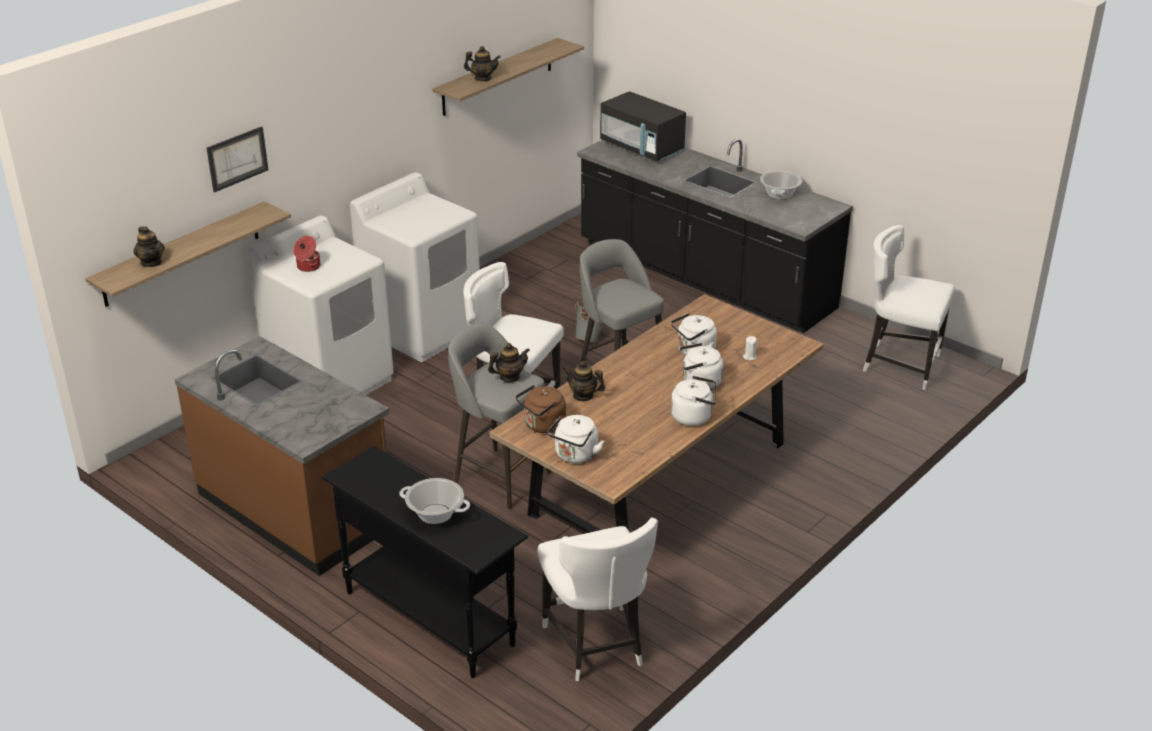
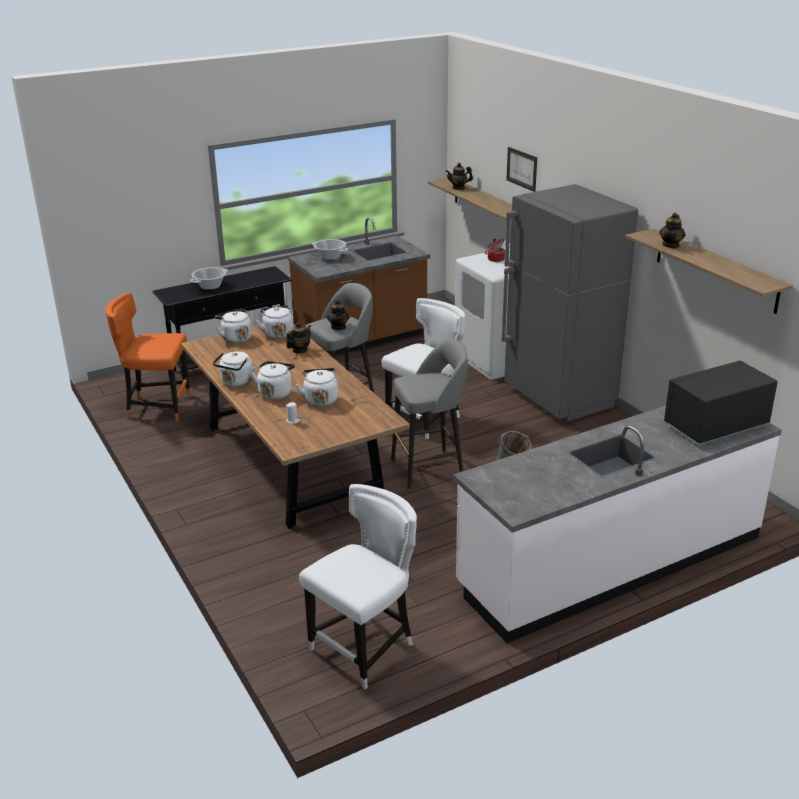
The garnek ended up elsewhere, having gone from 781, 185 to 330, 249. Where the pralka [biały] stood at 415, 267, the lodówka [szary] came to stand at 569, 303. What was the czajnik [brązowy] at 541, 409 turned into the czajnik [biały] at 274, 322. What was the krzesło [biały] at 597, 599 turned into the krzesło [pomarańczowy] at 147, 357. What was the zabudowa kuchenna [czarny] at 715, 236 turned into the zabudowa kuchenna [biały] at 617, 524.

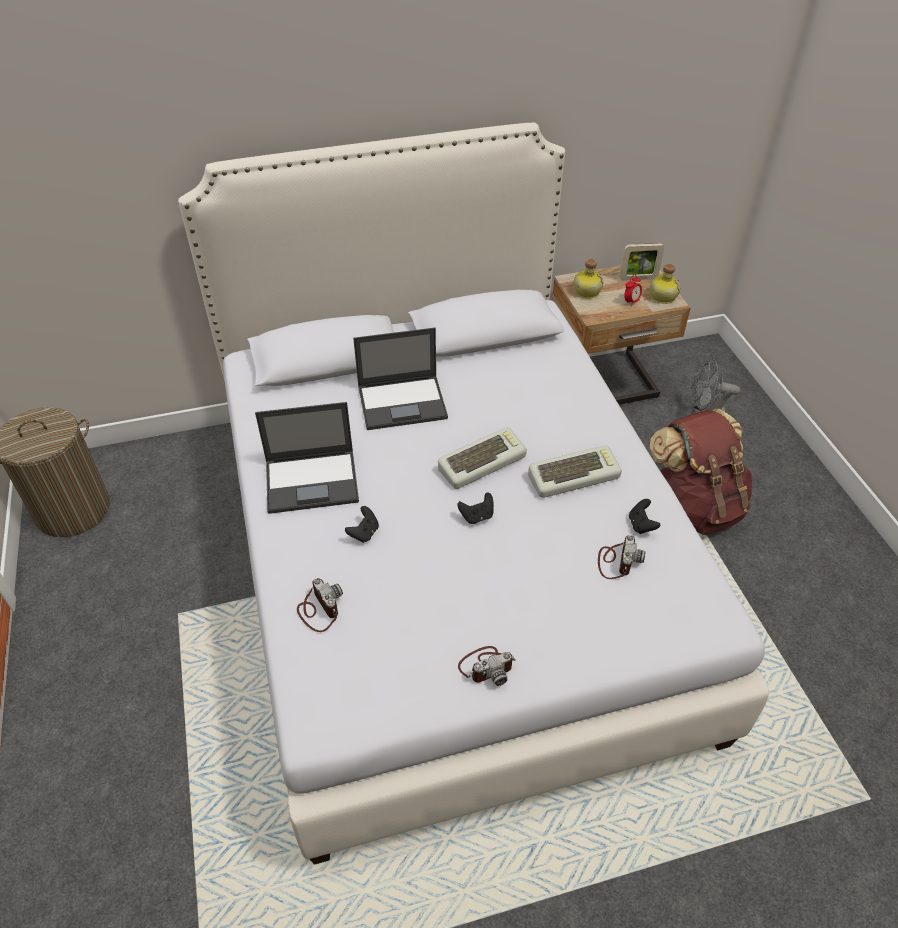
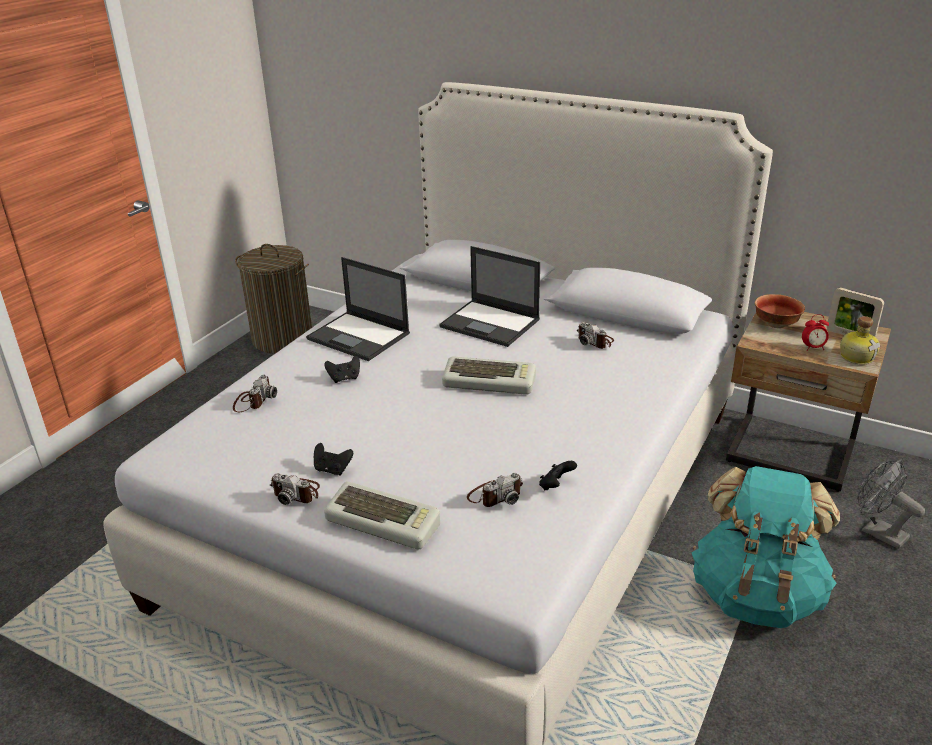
The second view gained the aparat fotograficzny at 595, 335. The pad do gier [czarny] ended up elsewhere, having gone from 475, 508 to 333, 459. The klawiatura ended up elsewhere, having gone from 575, 471 to 382, 515. Where the butelka stood at 588, 278, the miska came to stand at 780, 311. What was the plecak [brązowy] at 701, 472 turned into the plecak [turkusowy] at 765, 547.

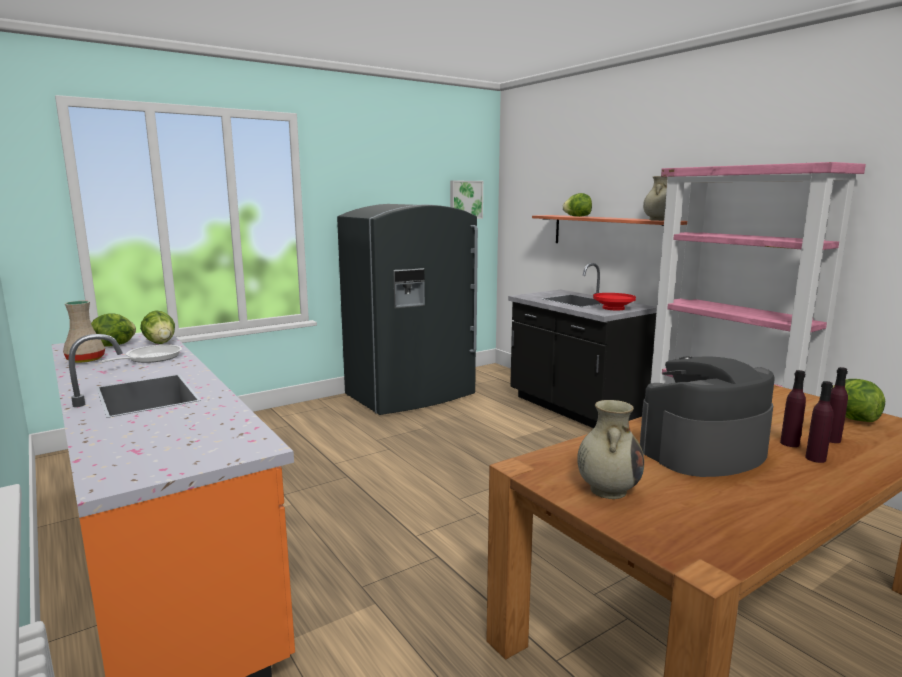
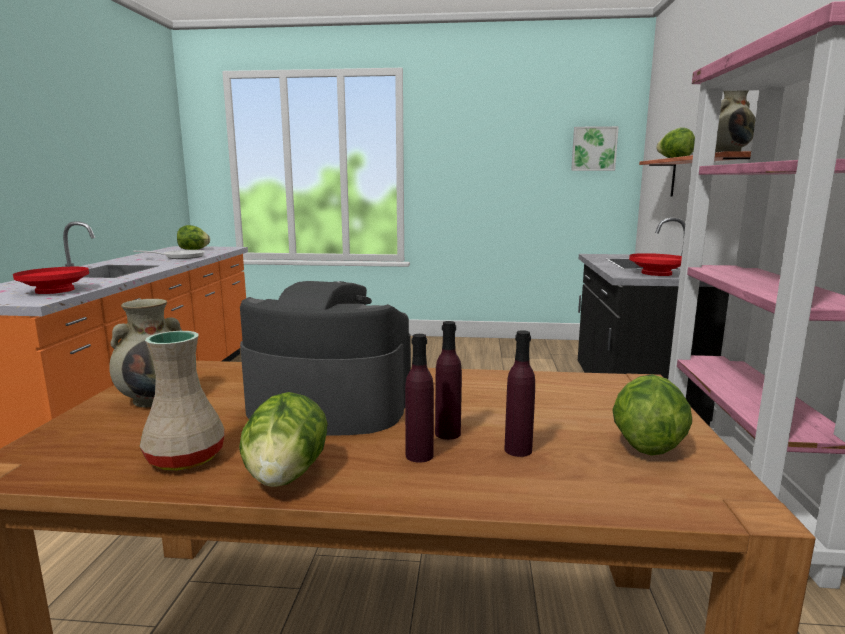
The second view lost the lodówka [szary] at 407, 309. The second view gained the miska [czerwony] at 51, 280. The wazon [beżowy] ended up elsewhere, having gone from 84, 332 to 182, 401. The sałata ended up elsewhere, having gone from 157, 327 to 283, 439.

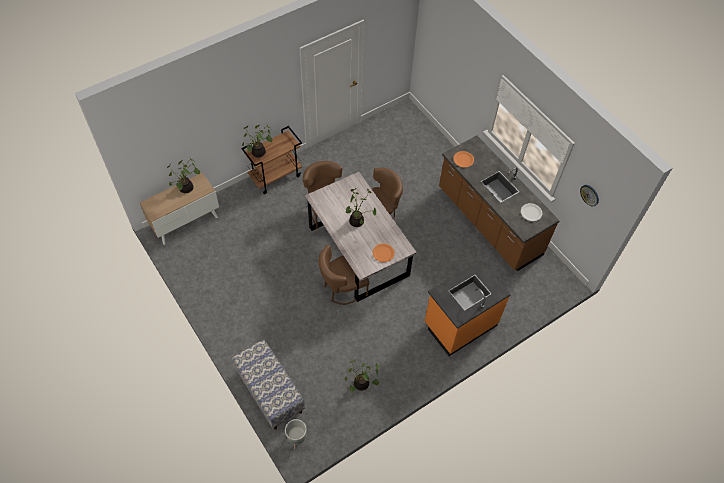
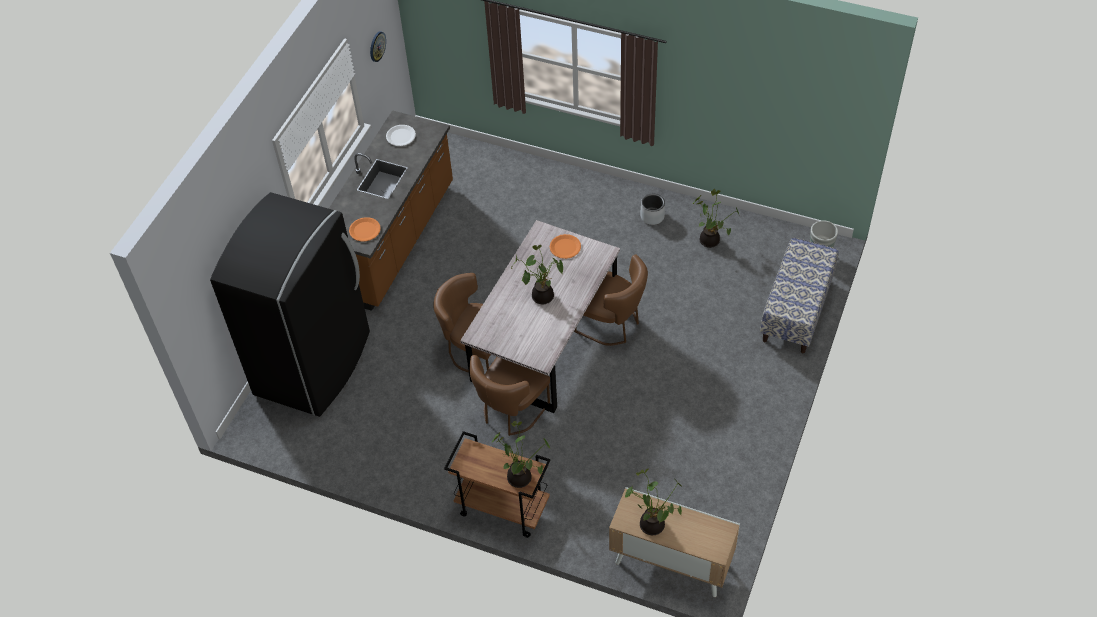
The second view lost the zabudowa kuchenna [pomarańczowy] at 468, 308. The second view gained the lodówka [czarny] at 290, 304. The second view gained the donica [szary] at 652, 209.

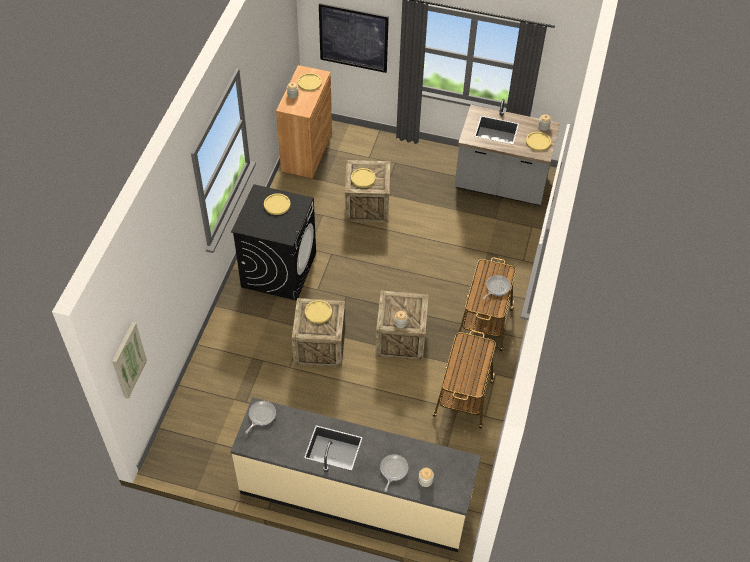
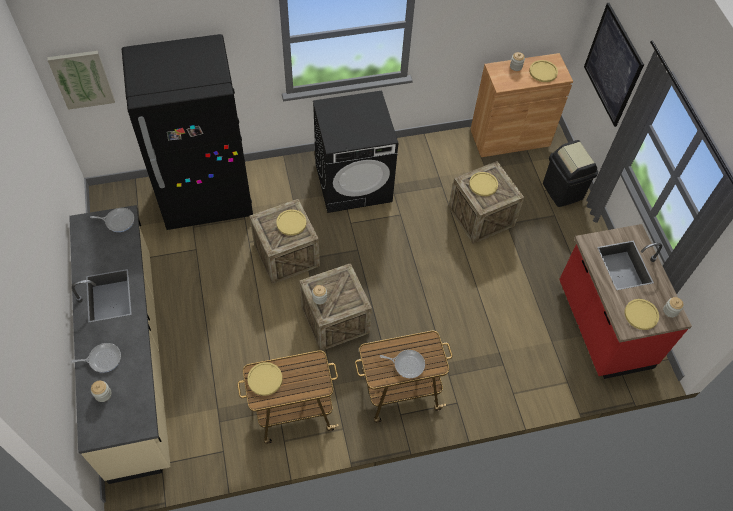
The second view gained the lodówka [czarny] at 187, 132. The second view gained the kosz na śmieci [czarny] at 570, 173. The talerz [żółty] ended up elsewhere, having gone from 277, 204 to 265, 379. What was the zabudowa kuchenna [szary] at 507, 152 turned into the zabudowa kuchenna [czerwony] at 625, 301.

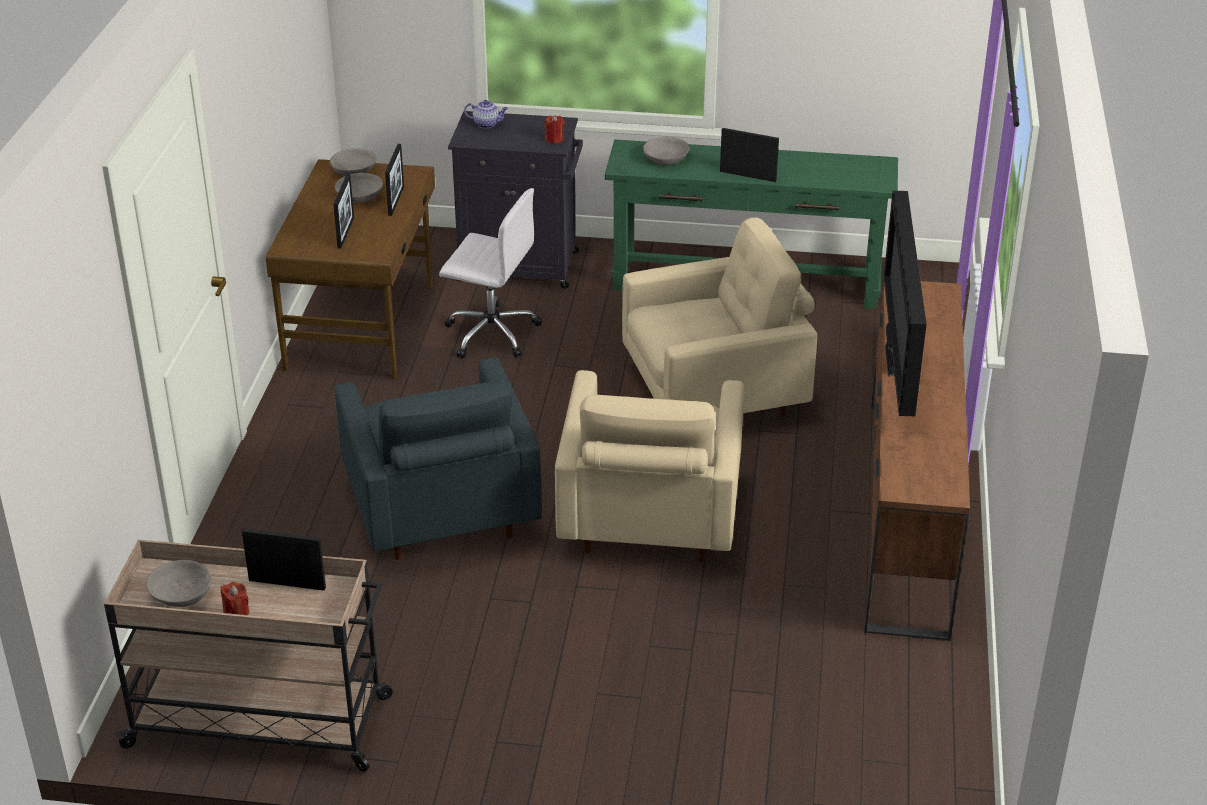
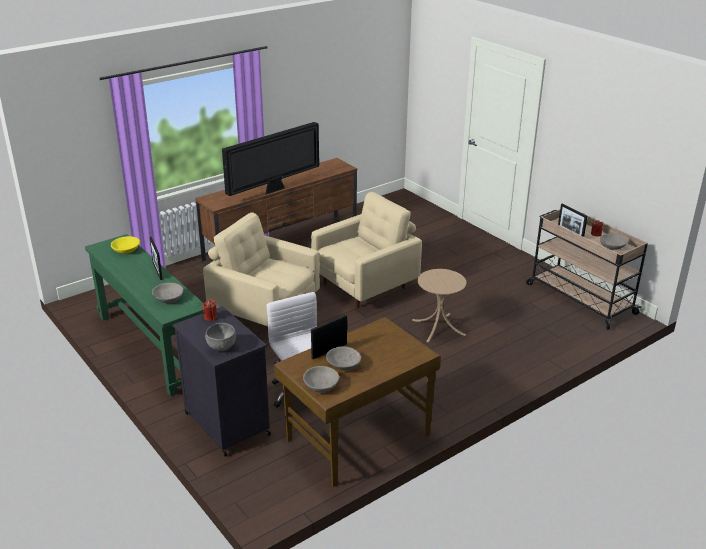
The second view lost the ramka na zdjęcie at 343, 211. The second view gained the miska [żółty] at 125, 245. Where the fotel [szary] stood at 438, 459, the stolik [beżowy] came to stand at 439, 305. Where the imbryk stood at 486, 114, the miska [szary] came to stand at 220, 337.

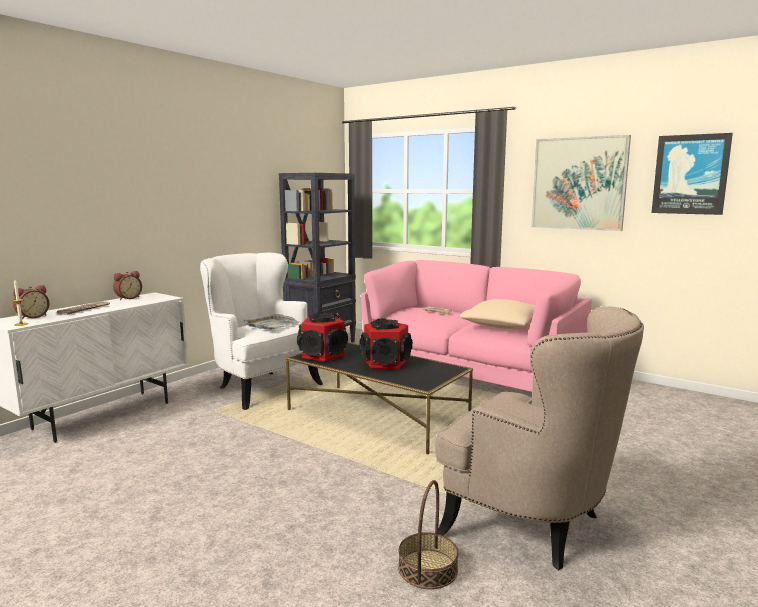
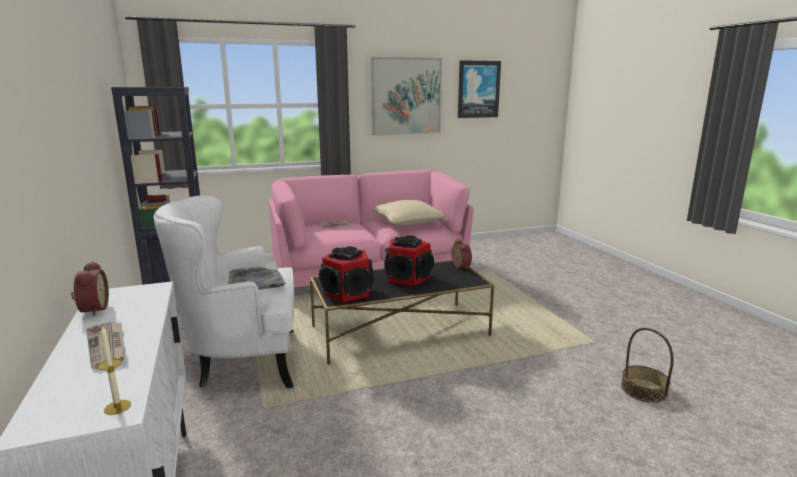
The second view lost the fotel [beżowy] at 539, 438. The budzik ended up elsewhere, having gone from 31, 302 to 461, 254.

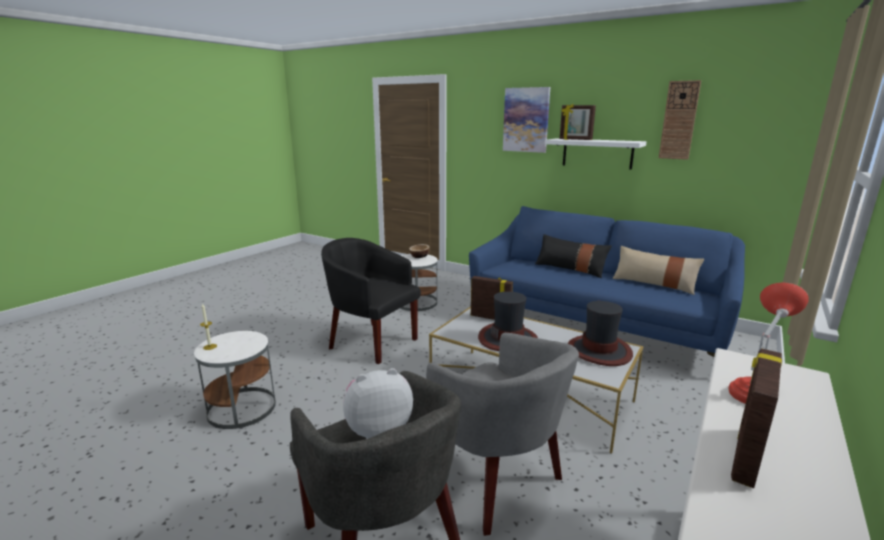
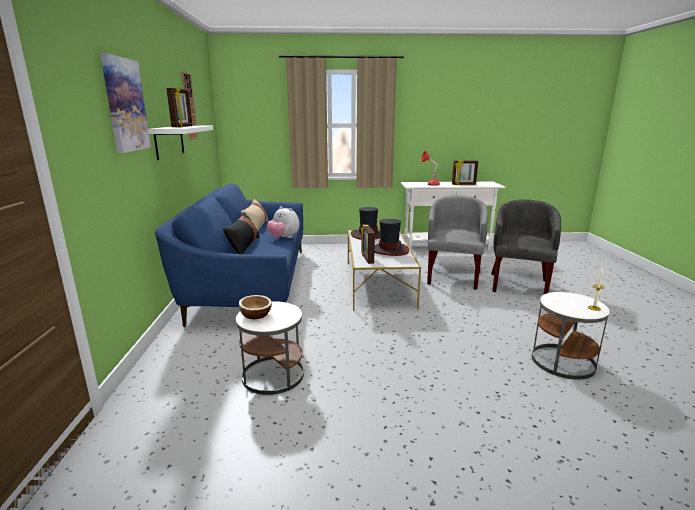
The second view lost the fotel [czarny] at 371, 301. The pluszak ended up elsewhere, having gone from 378, 403 to 283, 222.

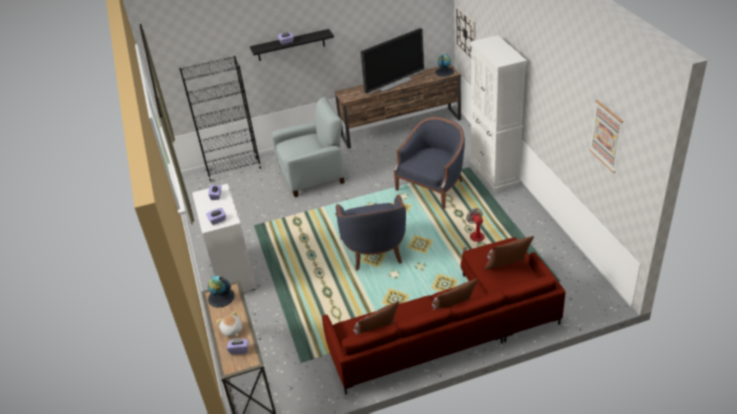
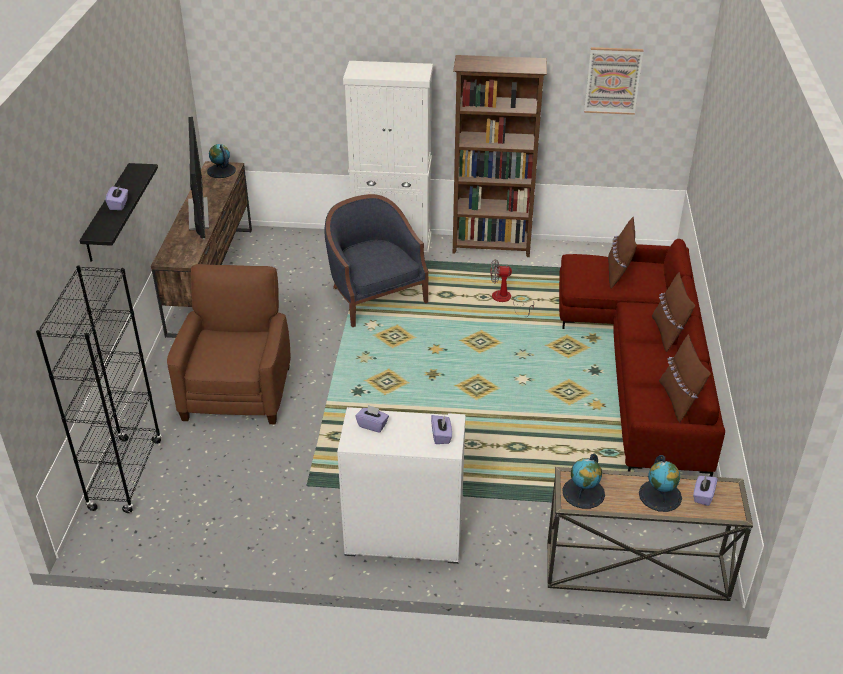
The second view lost the fotel [niebieski] at 371, 232. The second view lost the zegar ścienny at 465, 33. The second view gained the regał [brązowy] at 500, 156. Where the pluszak stood at 229, 324, the globus came to stand at 660, 483. What was the fotel [szary] at 308, 147 turned into the fotel [brązowy] at 229, 344.

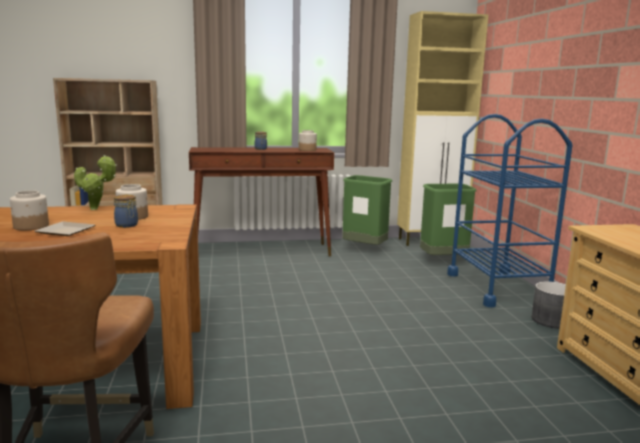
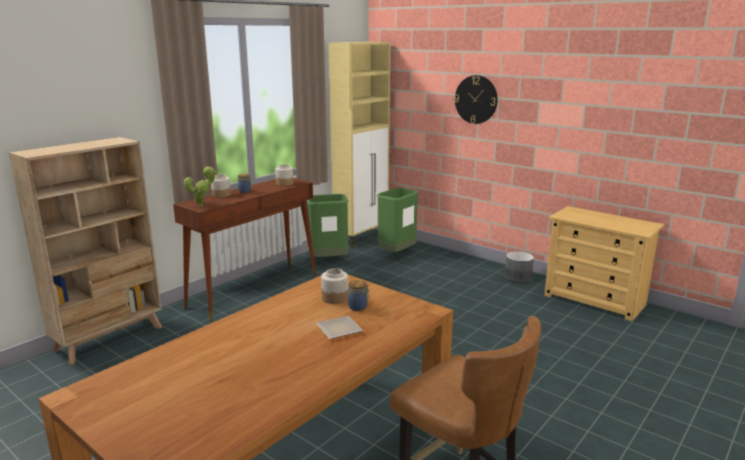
The second view lost the wózek [niebieski] at 510, 210. The second view gained the zegar ścienny at 476, 99. The słoik ended up elsewhere, having gone from 29, 210 to 221, 186. The roślina doniczkowa ended up elsewhere, having gone from 95, 182 to 200, 186.

